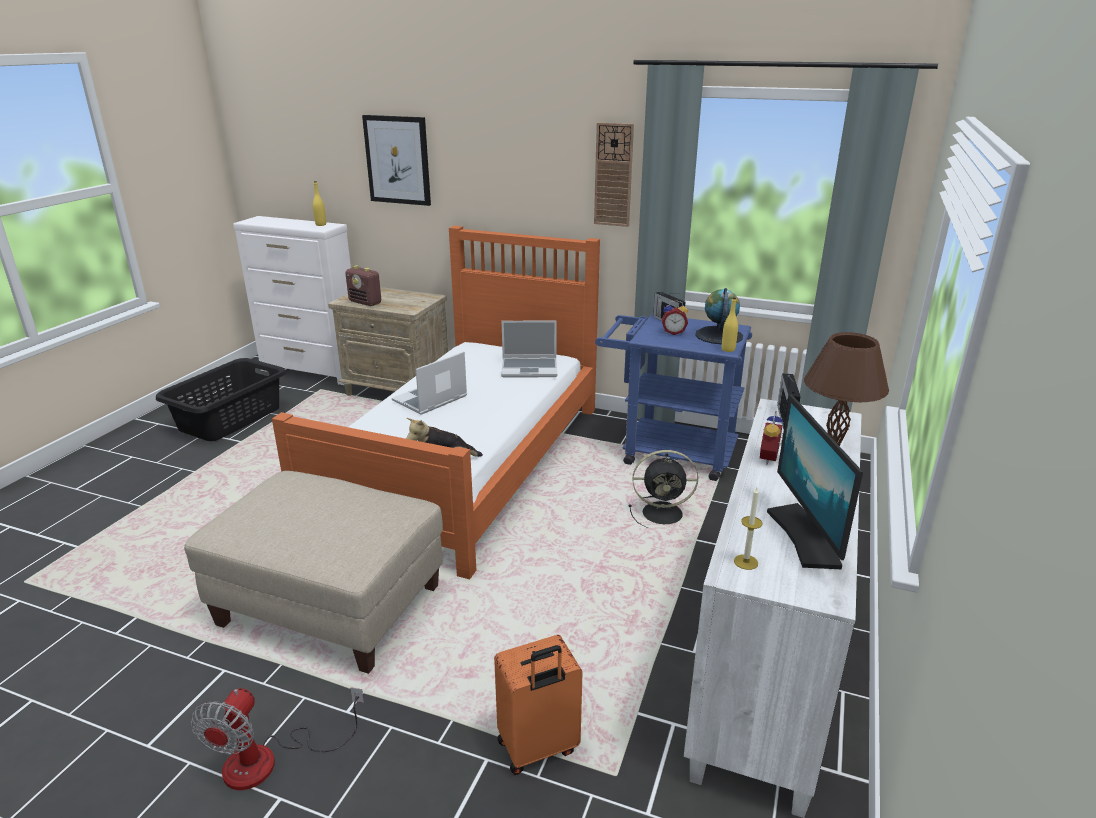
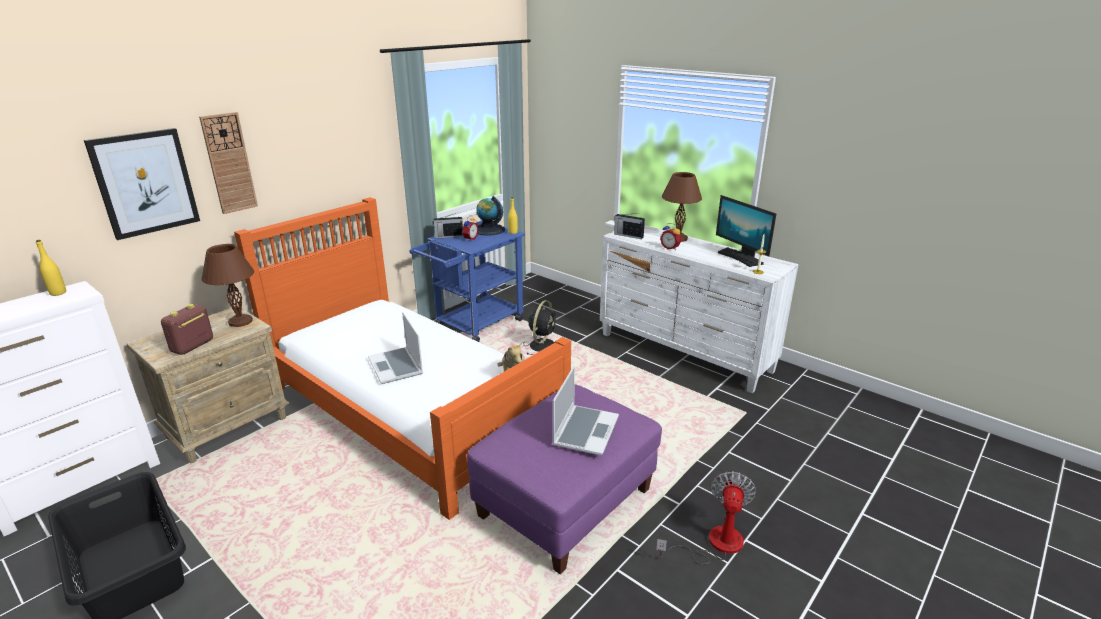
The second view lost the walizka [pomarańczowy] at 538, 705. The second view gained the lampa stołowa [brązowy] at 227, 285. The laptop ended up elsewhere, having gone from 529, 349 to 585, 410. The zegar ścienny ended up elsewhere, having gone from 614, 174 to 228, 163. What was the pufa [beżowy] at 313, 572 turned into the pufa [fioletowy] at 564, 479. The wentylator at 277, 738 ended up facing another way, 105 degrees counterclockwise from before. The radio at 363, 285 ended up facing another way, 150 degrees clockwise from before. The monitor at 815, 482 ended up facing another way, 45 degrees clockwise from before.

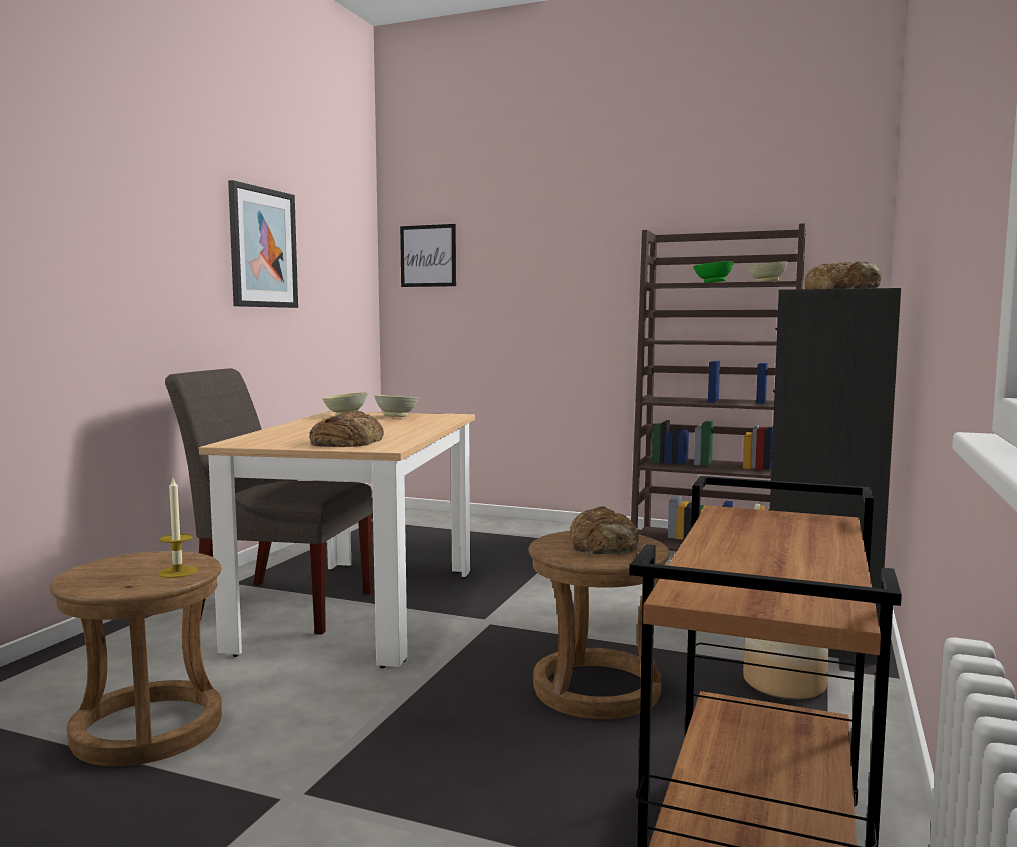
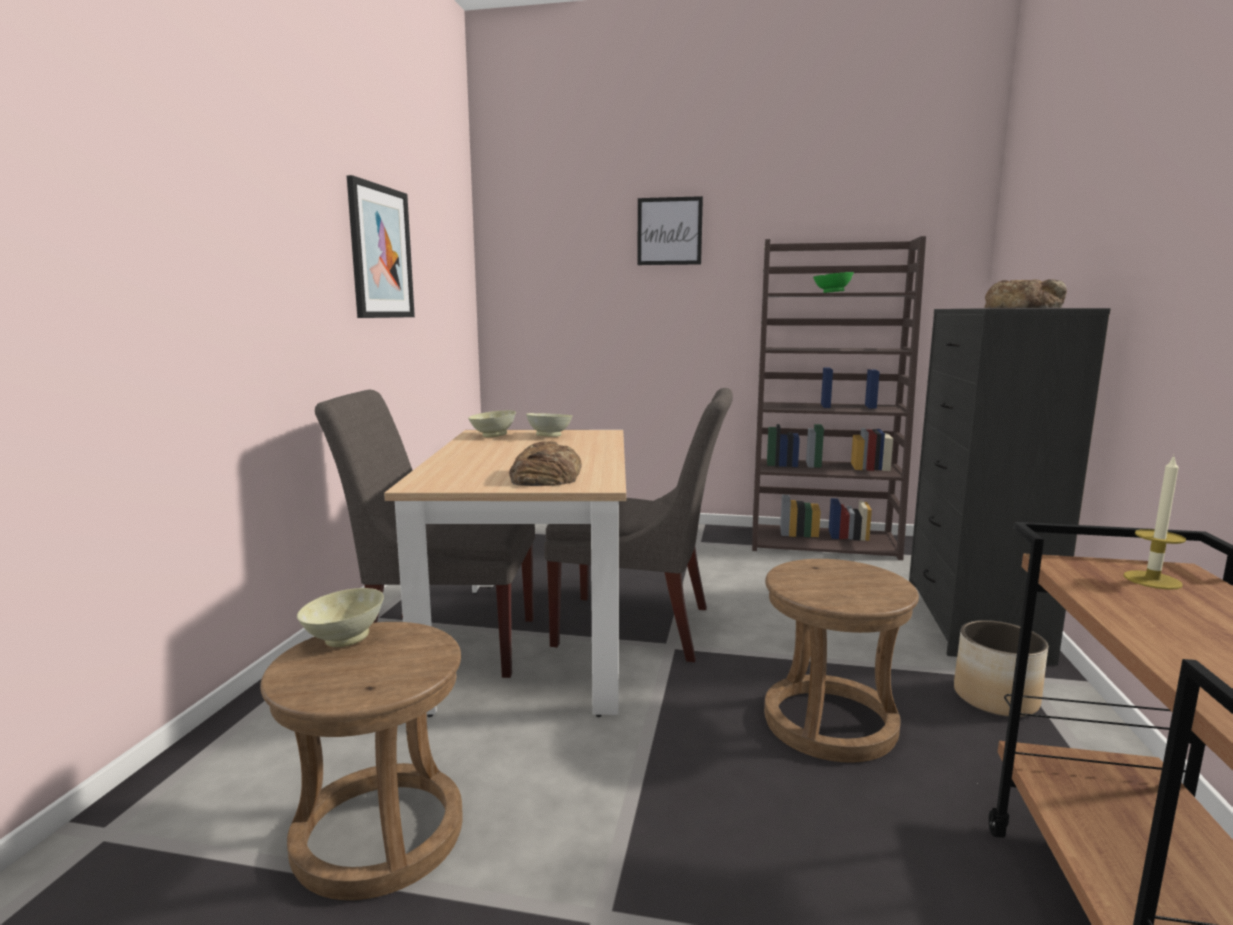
The second view lost the chleb at 604, 530. The second view gained the krzesło [szary] at 638, 525. The świeca ended up elsewhere, having gone from 177, 528 to 1155, 523. The obraz ended up elsewhere, having gone from 428, 255 to 670, 230. The miska [beżowy] ended up elsewhere, having gone from 767, 271 to 340, 617.

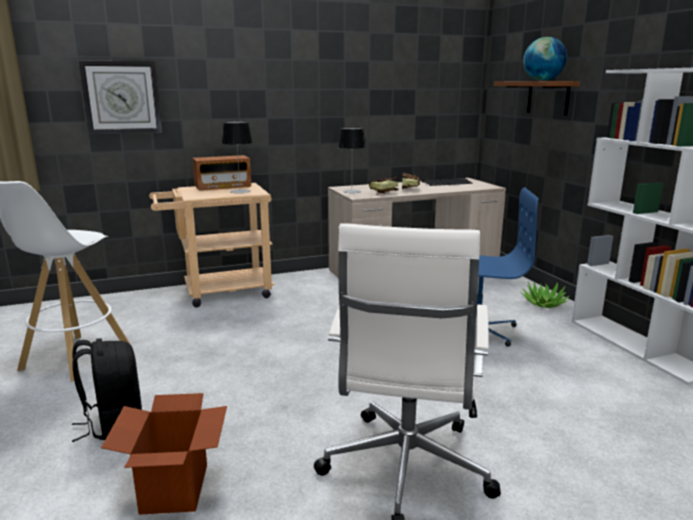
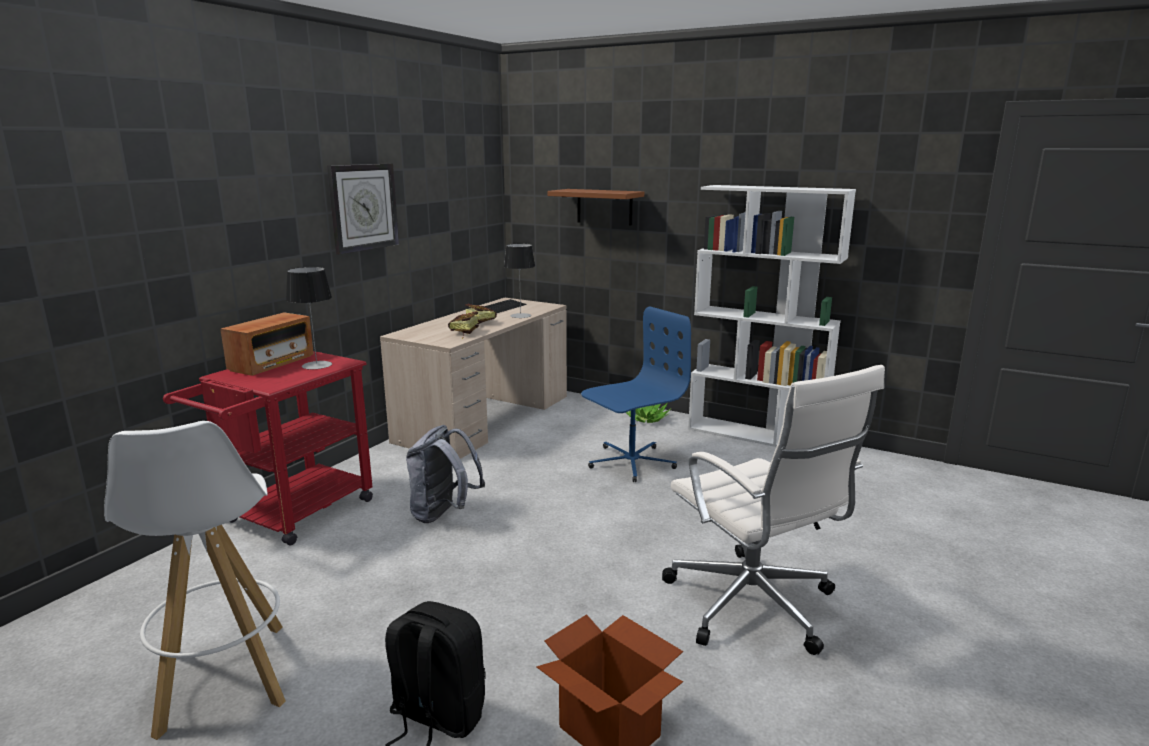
The second view lost the globus at 545, 59. The second view gained the plecak [szary] at 445, 474. The zegar ścienny ended up elsewhere, having gone from 120, 97 to 363, 209. The lampa stołowa ended up elsewhere, having gone from 352, 160 to 519, 281. What was the wózek [beżowy] at 211, 245 turned into the wózek [czerwony] at 268, 448.

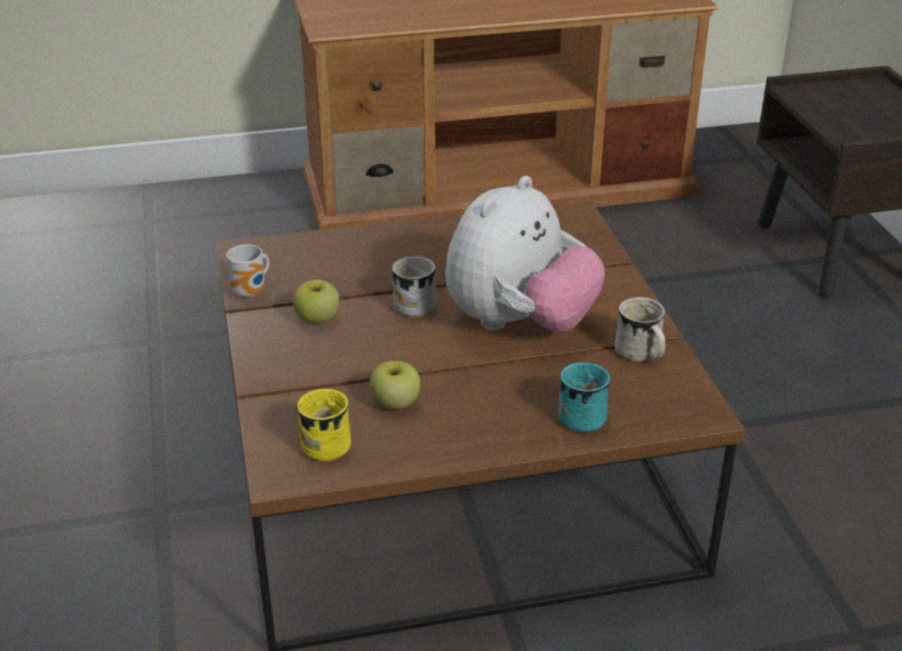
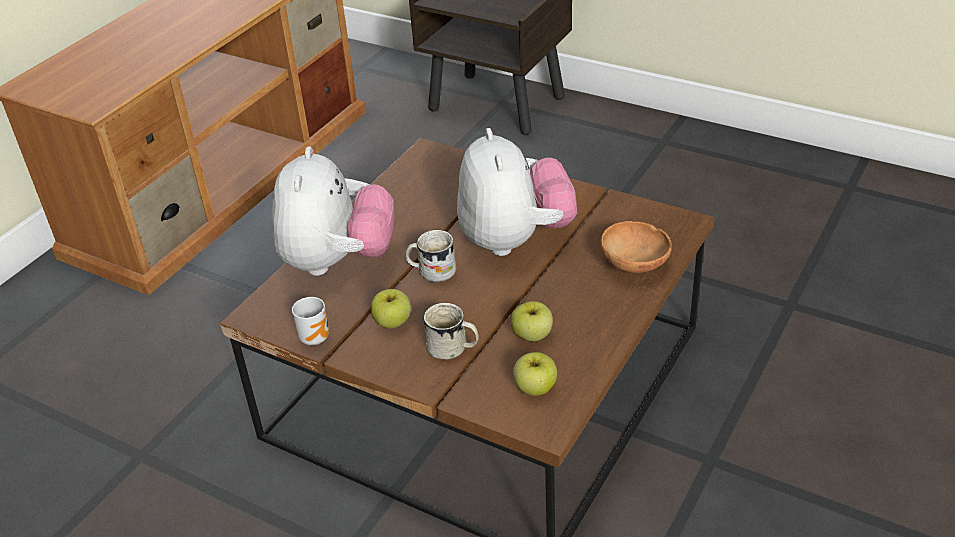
The second view gained the pluszak at 333, 211. The kubek [biały] ended up elsewhere, having gone from 640, 329 to 451, 331. Where the kubek [żółty] stood at 324, 425, the jabłko came to stand at 535, 374. Where the kubek [turkusowy] stood at 584, 397, the miska [brązowy] came to stand at 636, 247.

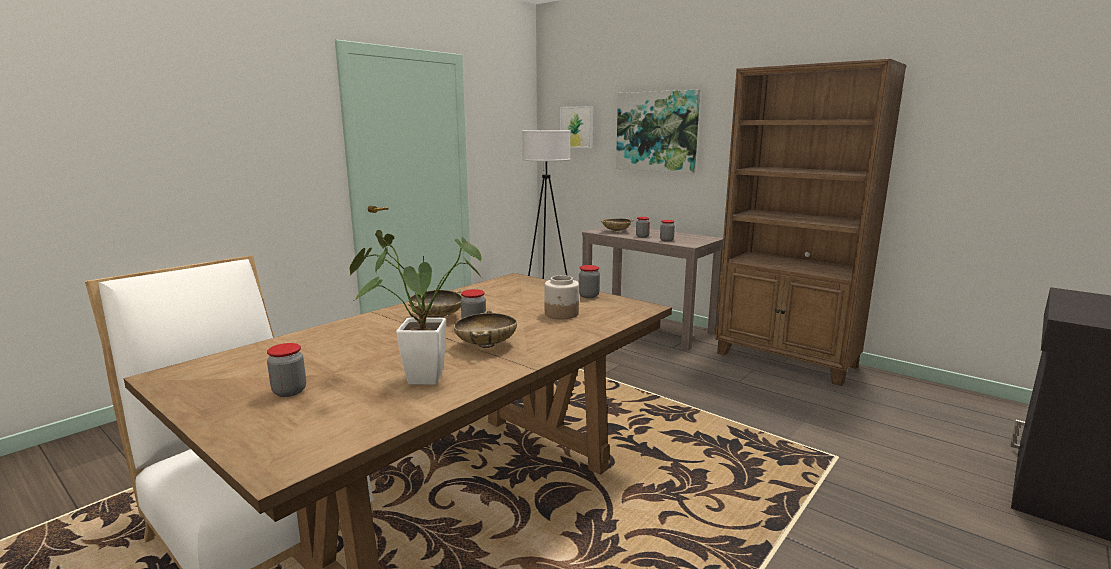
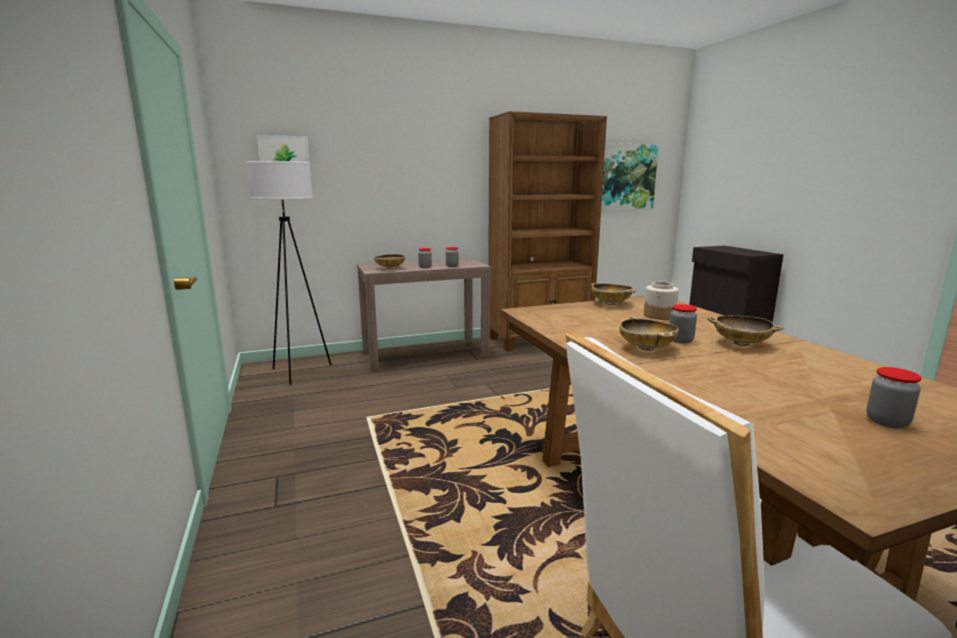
The second view lost the roślina doniczkowa at 416, 307. The obraz ended up elsewhere, having gone from 658, 131 to 630, 177. Where the słoik stood at 589, 281, the miska [beżowy] came to stand at 613, 294.

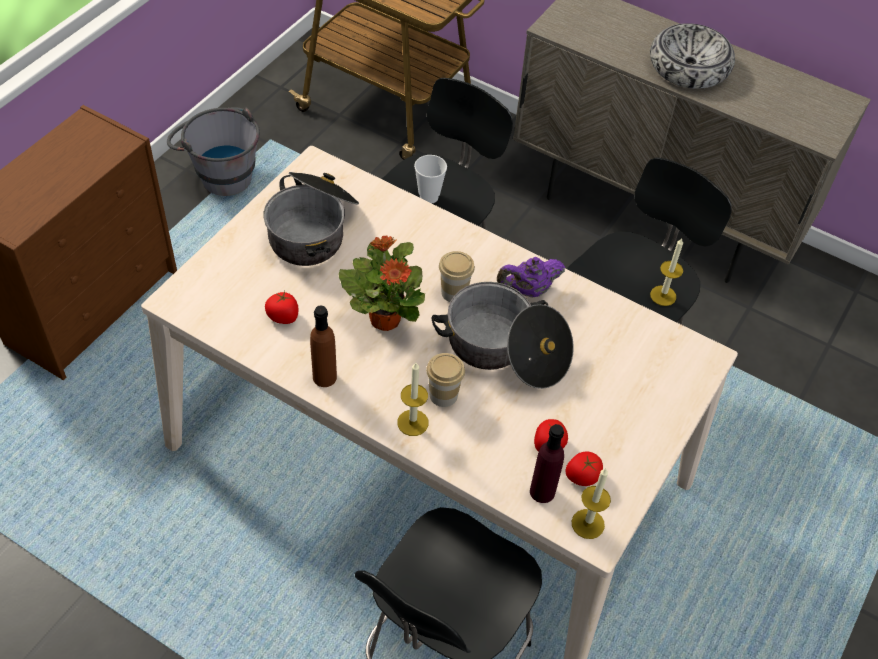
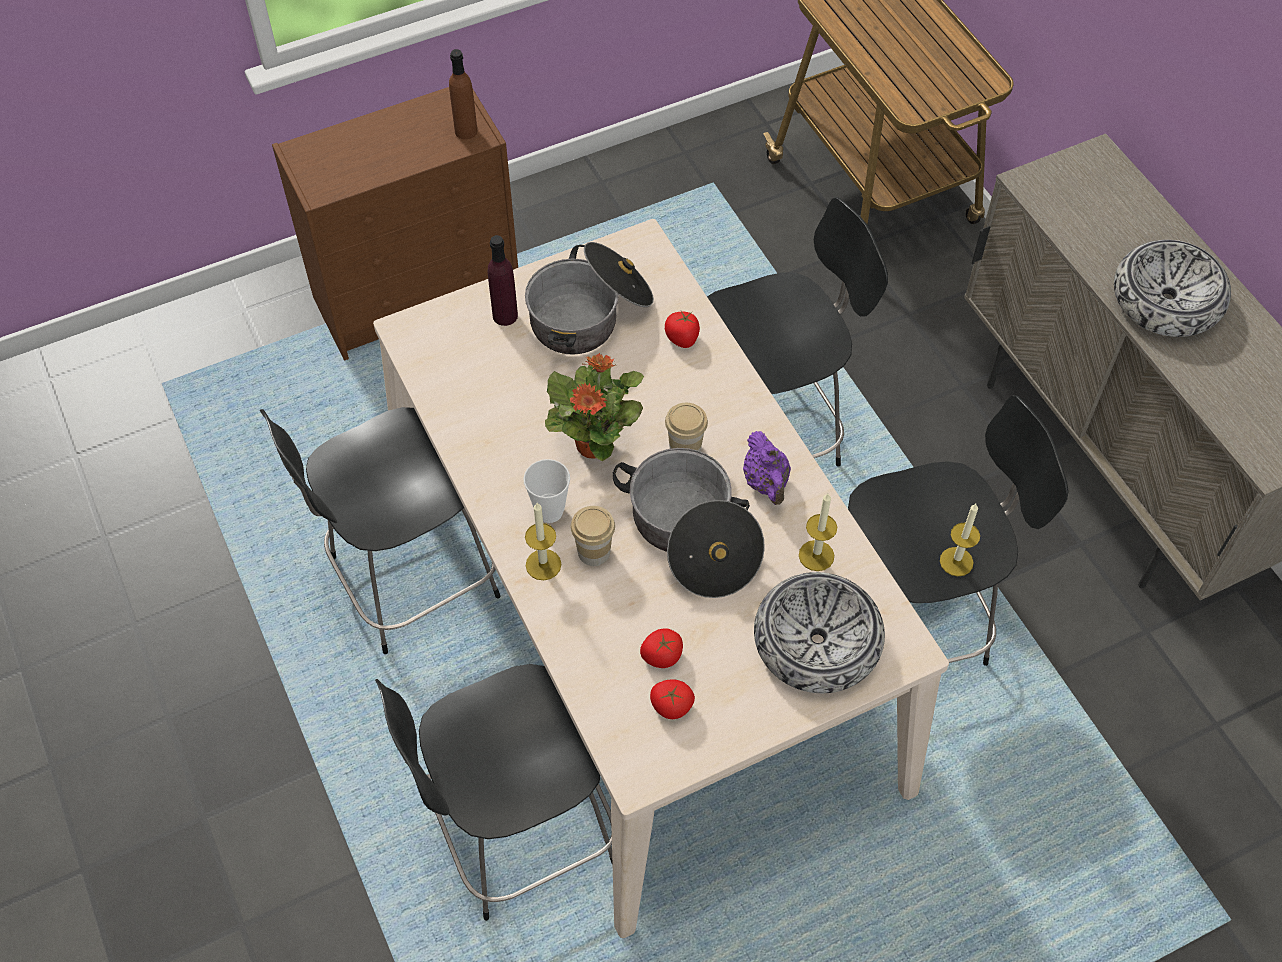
The second view lost the wiadro [szary] at 213, 151. The second view gained the stołek [czarny] at 380, 530. The second view gained the miska at 819, 632. The pomidor ended up elsewhere, having gone from 282, 307 to 682, 329. The butelka [brązowy] ended up elsewhere, having gone from 323, 346 to 463, 94. The filiżanka ended up elsewhere, having gone from 430, 179 to 546, 491. The butelka [fioletowy] ended up elsewhere, having gone from 547, 463 to 503, 280. The świeca ended up elsewhere, having gone from 591, 503 to 818, 532. The imbryk [fioletowy] at 531, 277 ended up facing another way, 120 degrees counterclockwise from before.

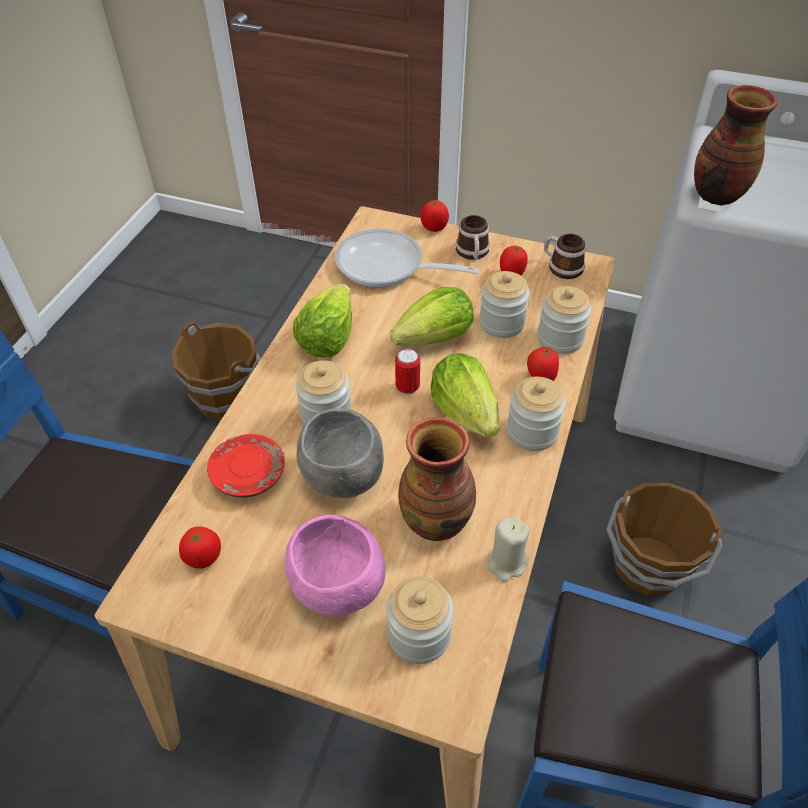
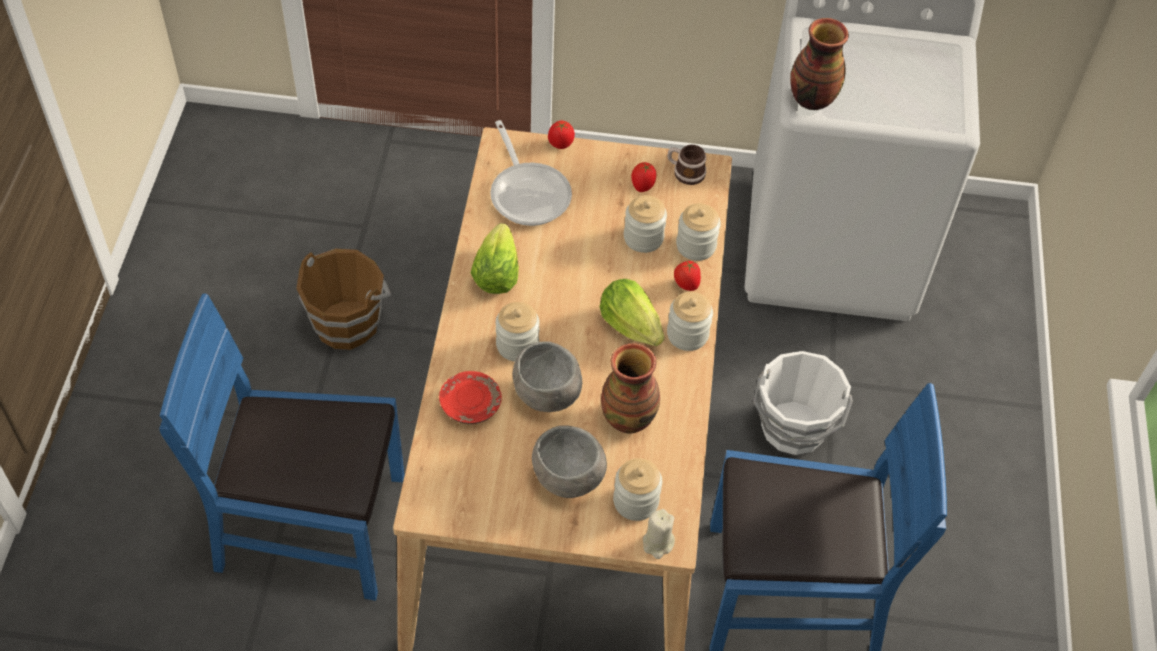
The second view lost the pomidor at 200, 548. The second view lost the sałata at 432, 316. The second view lost the puszka at 407, 372. The second view lost the kubek at 473, 237. The świeca [beżowy] ended up elsewhere, having gone from 508, 549 to 659, 534. What was the miska [różowy] at 335, 565 turned into the miska [szary] at 569, 461. What was the wiadro [brązowy] at 664, 539 turned into the wiadro [biały] at 803, 403. The patelnia at 407, 257 ended up facing another way, 120 degrees counterclockwise from before.

